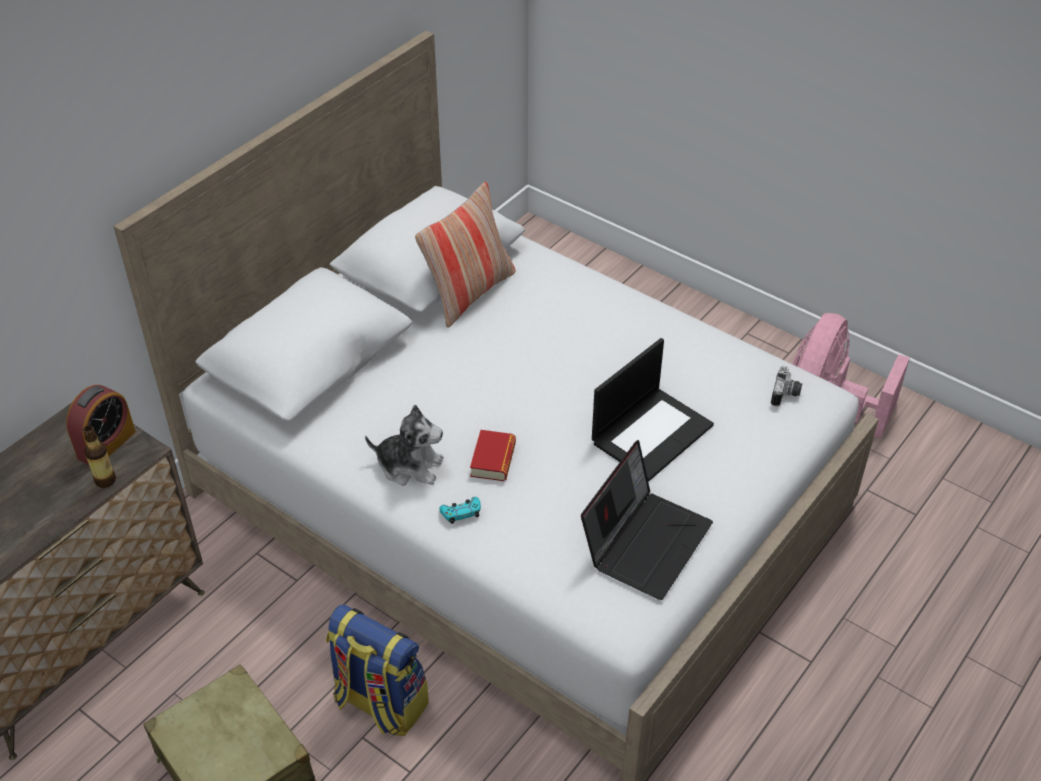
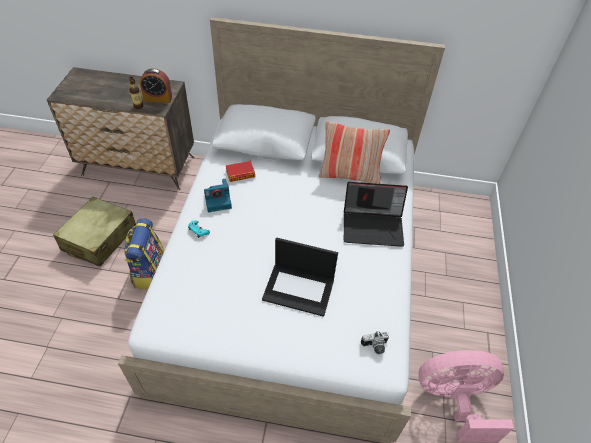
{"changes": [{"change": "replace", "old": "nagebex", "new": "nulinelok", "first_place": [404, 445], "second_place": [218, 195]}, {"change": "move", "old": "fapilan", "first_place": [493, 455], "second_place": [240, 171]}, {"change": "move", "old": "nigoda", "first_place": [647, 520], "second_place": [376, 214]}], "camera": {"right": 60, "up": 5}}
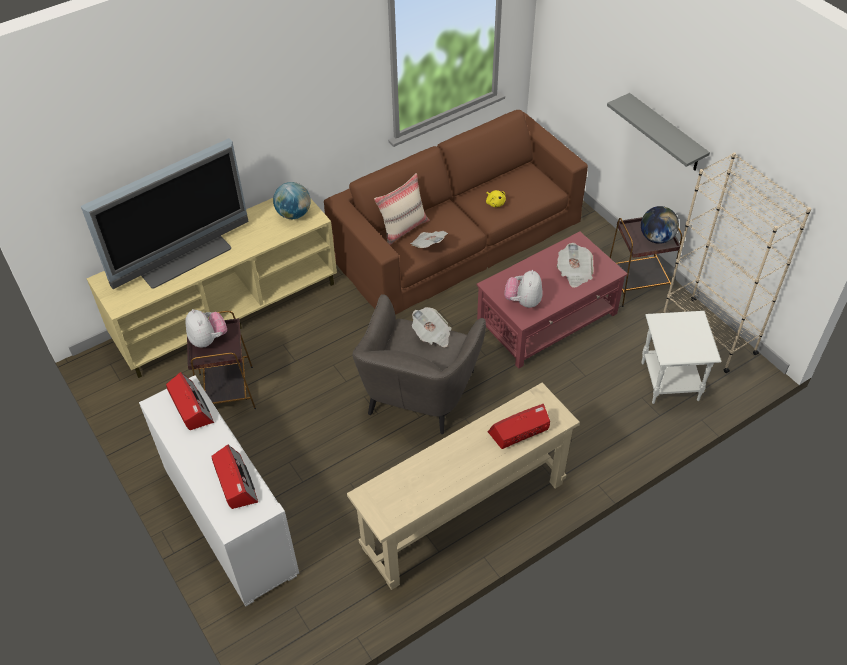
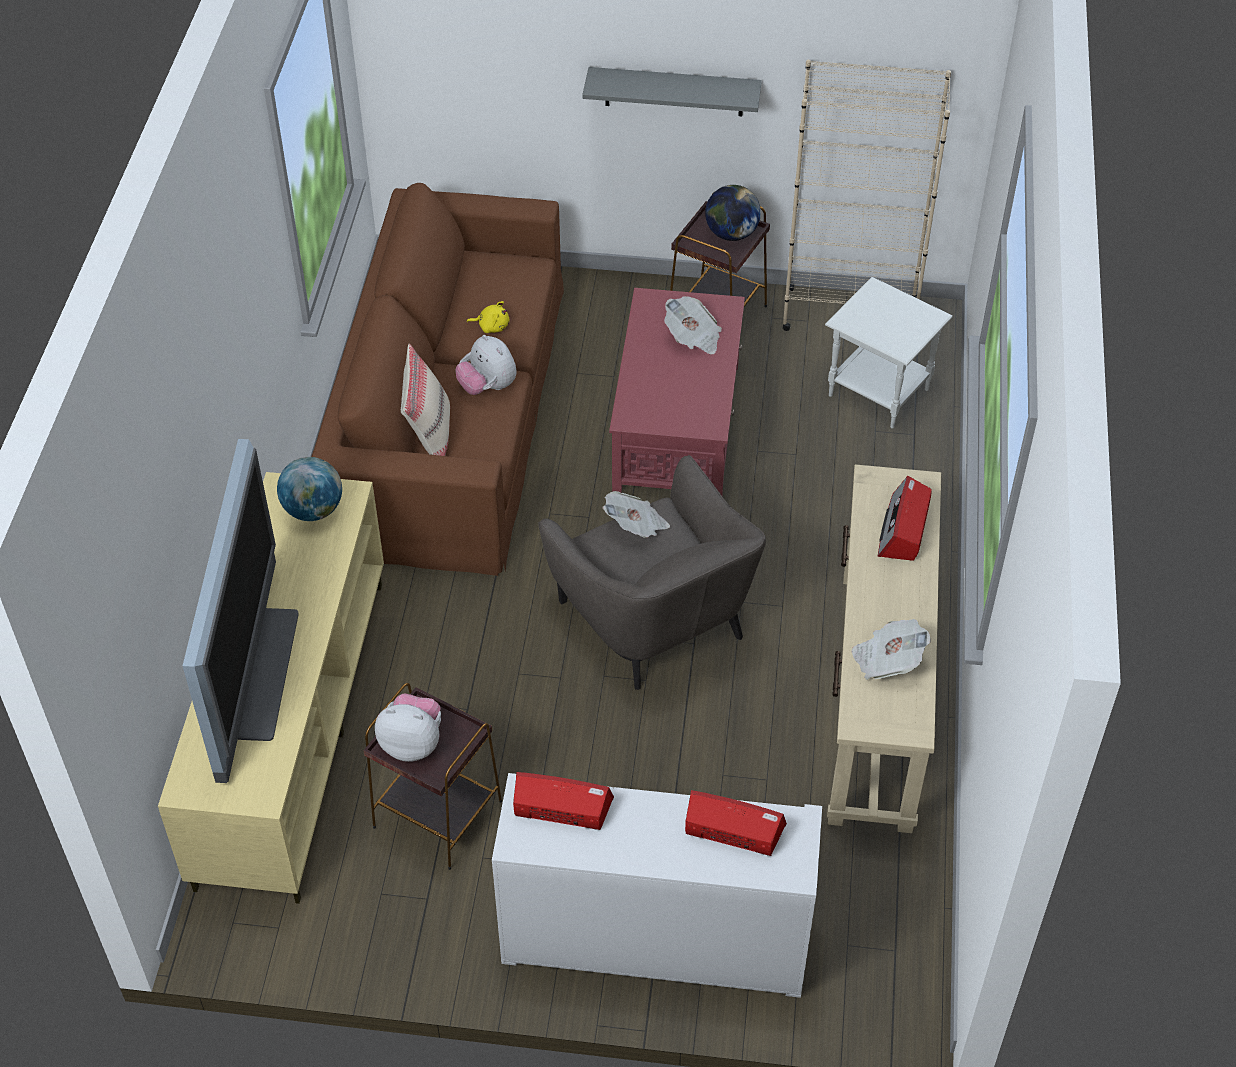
{"changes": [{"change": "move", "old": "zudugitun", "first_place": [429, 239], "second_place": [891, 649]}, {"change": "move", "old": "nagebex", "first_place": [523, 289], "second_place": [486, 365]}], "camera": {"right": -50, "up": 0}}
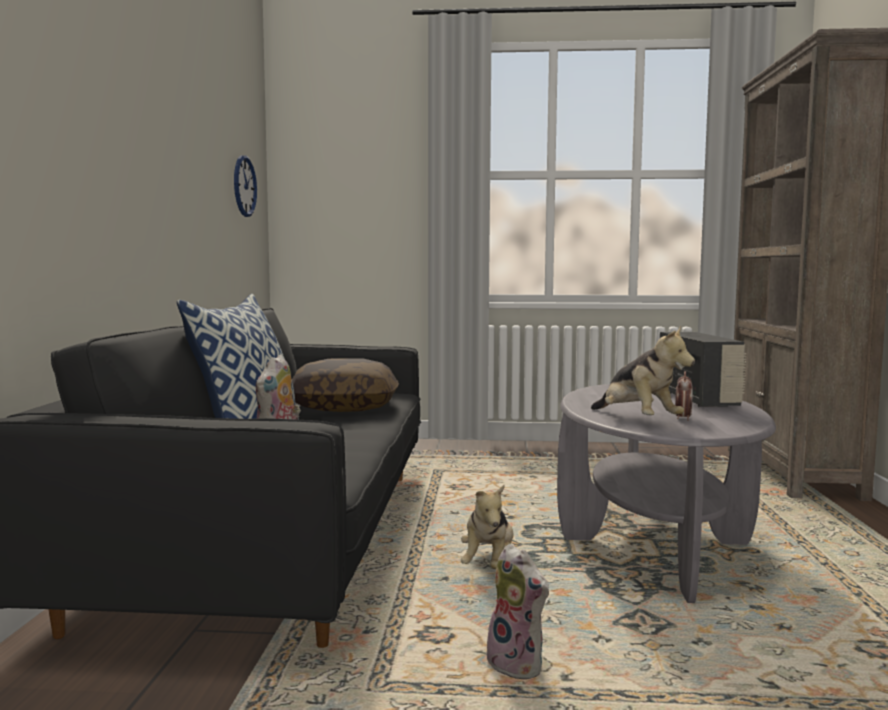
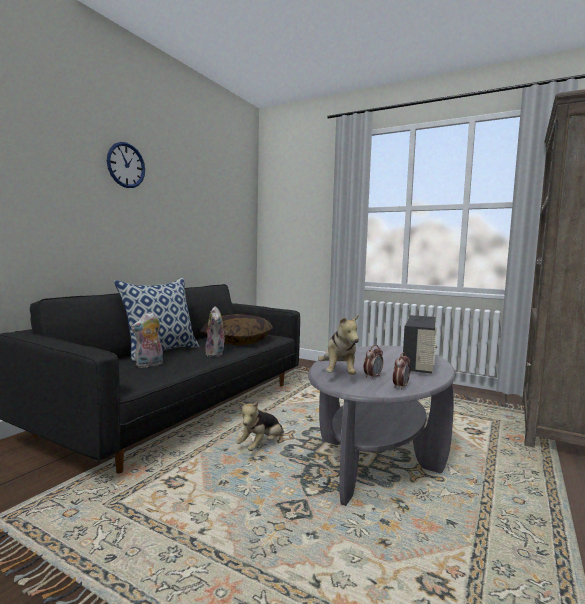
{"changes": [{"change": "move", "old": "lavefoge", "first_place": [245, 186], "second_place": [126, 165]}, {"change": "move", "old": "nagebex", "first_place": [515, 611], "second_place": [216, 331]}, {"change": "insert", "new": "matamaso", "second_place": [401, 371]}], "camera": {"right": 25, "up": 0}}
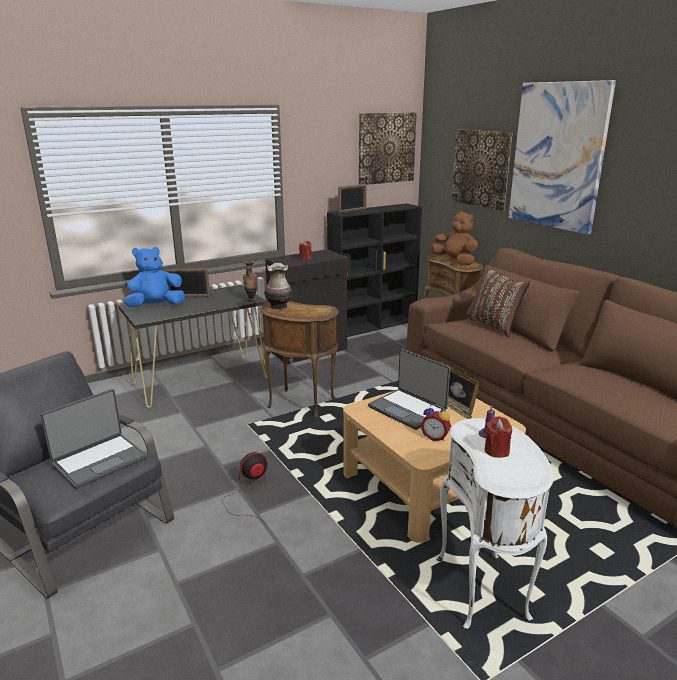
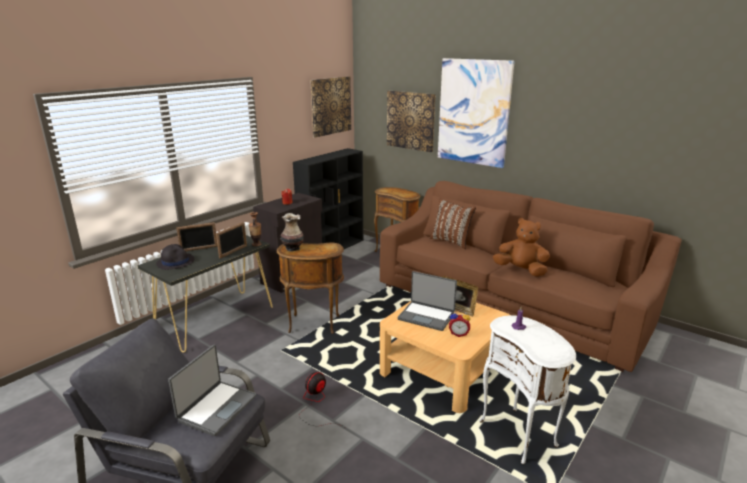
{"changes": [{"change": "move", "old": "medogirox", "first_place": [352, 198], "second_place": [231, 240]}, {"change": "move", "old": "brown_nagebex", "first_place": [454, 237], "second_place": [521, 247]}, {"change": "replace", "old": "blue_nagebex", "new": "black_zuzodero", "first_place": [154, 277], "second_place": [175, 257]}, {"change": "delete", "old": "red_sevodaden", "first_place": [498, 437]}], "camera": {"right": -20, "up": 0}}
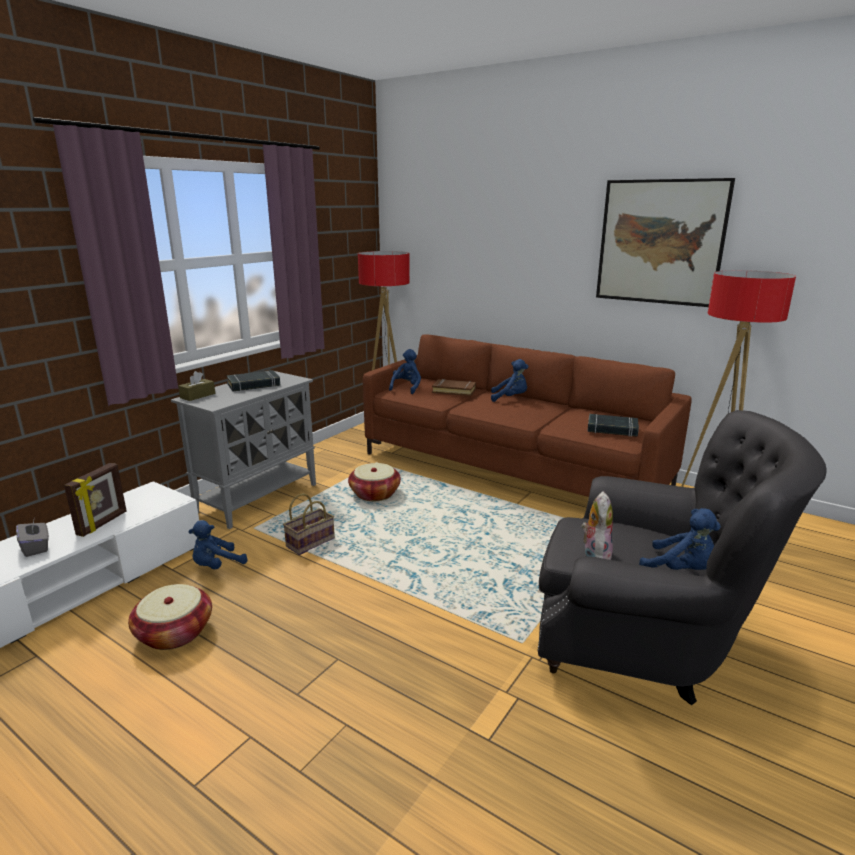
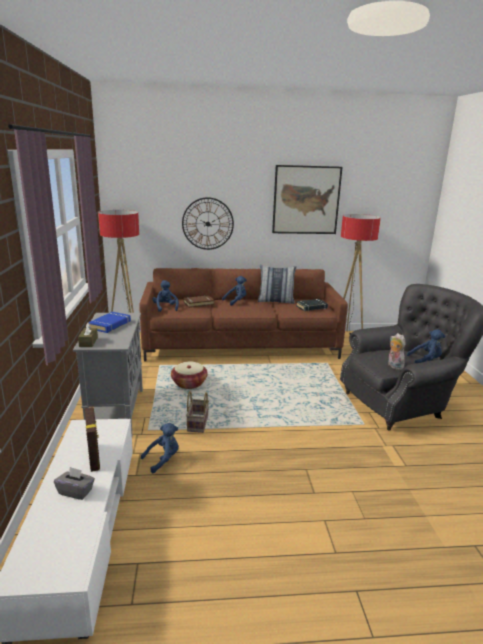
{"changes": [{"change": "recolor", "old": "black_fapilan", "new": "blue_fapilan", "first_place": [253, 380], "second_place": [109, 322]}, {"change": "rotate", "old": "blue_nagebex", "first_place": [218, 544], "second_place": [160, 448], "degrees": -135}, {"change": "delete", "old": "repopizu", "first_place": [170, 617]}, {"change": "insert", "new": "lavefoge", "second_place": [208, 223]}, {"change": "insert", "new": "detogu", "second_place": [277, 284]}], "camera": {"right": -40, "up": 0}}
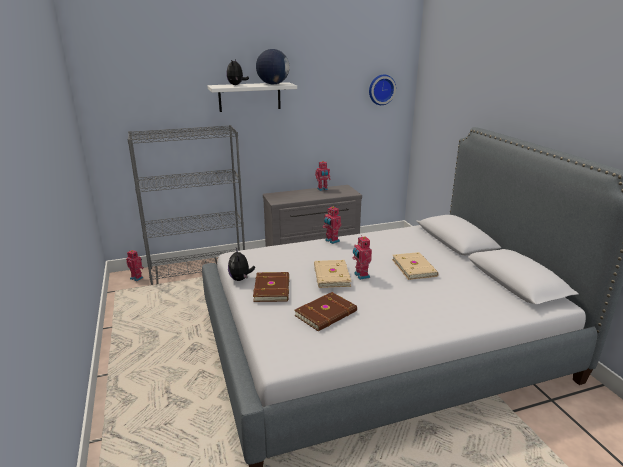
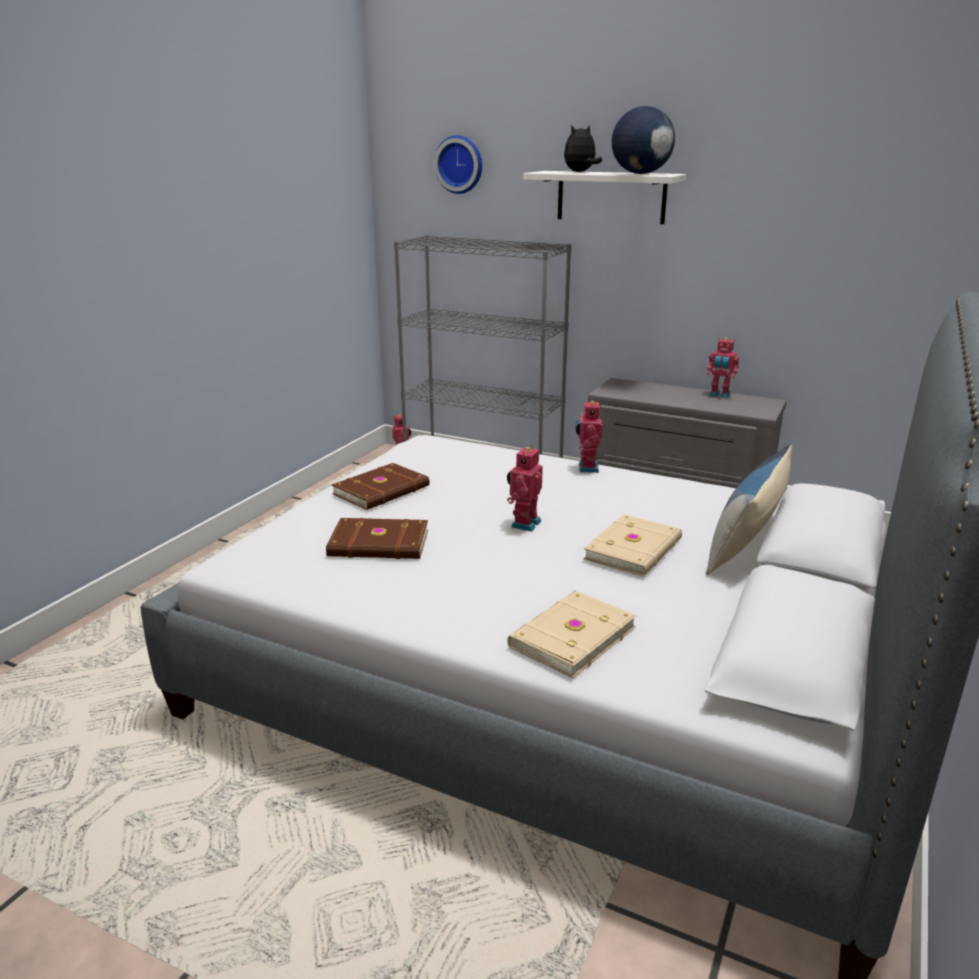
{"changes": [{"change": "move", "old": "lavefoge", "first_place": [382, 89], "second_place": [458, 164]}, {"change": "delete", "old": "nagebex", "first_place": [241, 264]}, {"change": "move", "old": "beige_fapilan", "first_place": [333, 274], "second_place": [572, 634]}, {"change": "insert", "new": "detogu", "second_place": [749, 509]}], "camera": {"right": 45, "up": 0}}
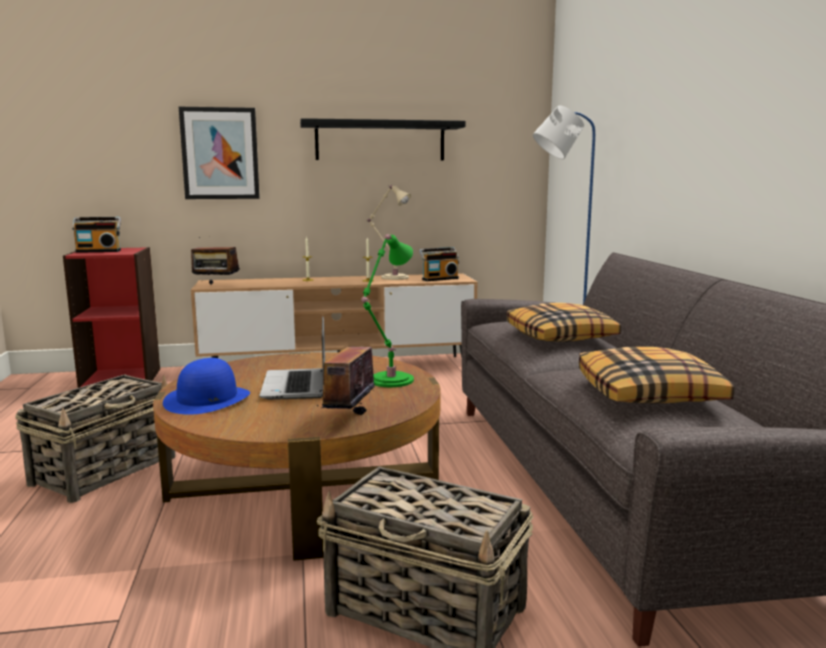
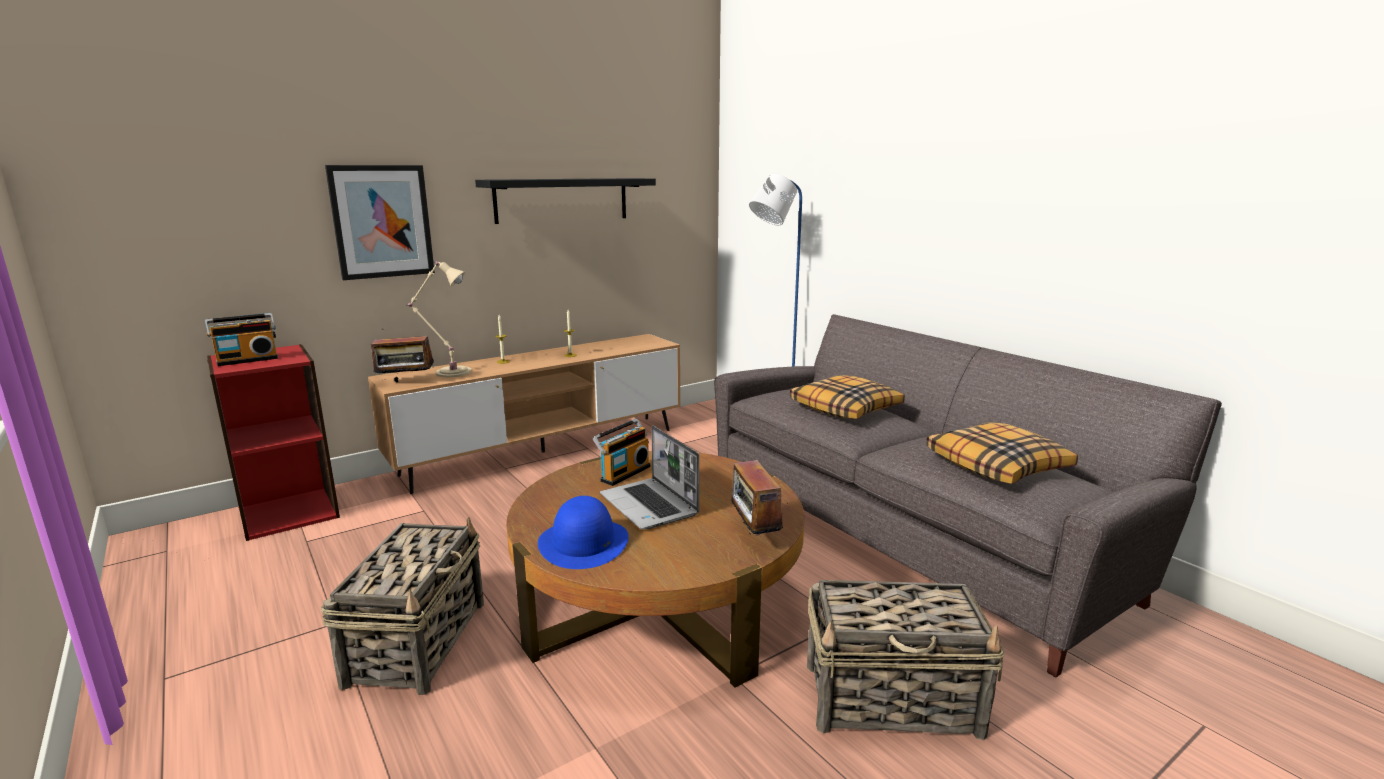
{"changes": [{"change": "move", "old": "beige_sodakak", "first_place": [389, 232], "second_place": [440, 319]}, {"change": "delete", "old": "green_sodakak", "first_place": [387, 310]}, {"change": "move", "old": "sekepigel", "first_place": [439, 264], "second_place": [621, 452]}], "camera": {"right": -25, "up": 5}}
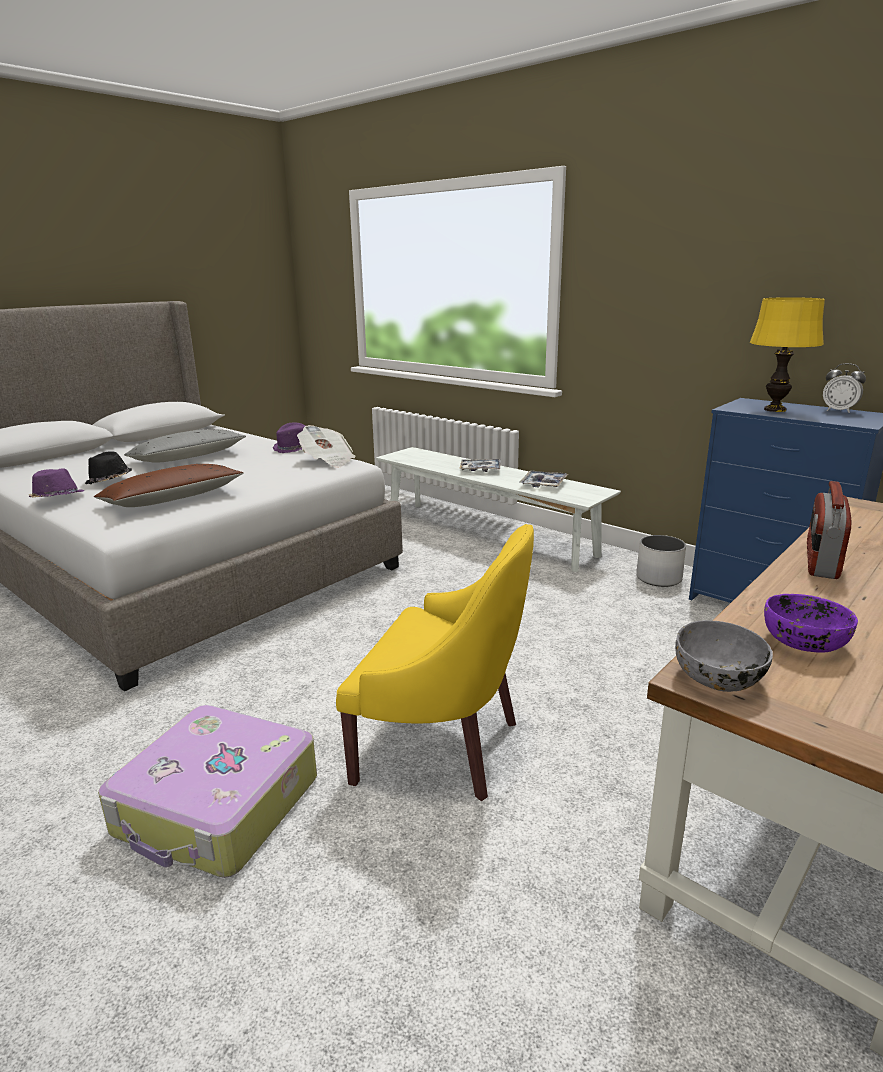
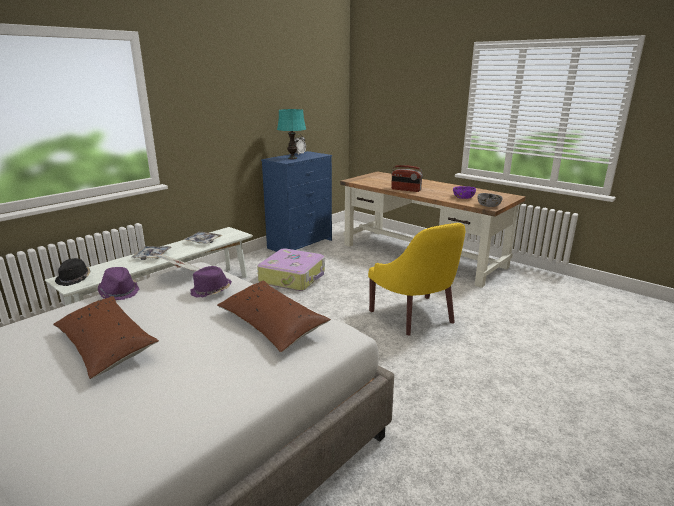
{"changes": [{"change": "recolor", "old": "yellow_sodakak", "new": "turquoise_sodakak", "first_place": [787, 354], "second_place": [291, 134]}, {"change": "recolor", "old": "grey_detogu", "new": "brown_detogu", "first_place": [185, 446], "second_place": [106, 337]}, {"change": "move", "old": "black_zuzodero", "first_place": [108, 467], "second_place": [73, 272]}, {"change": "move", "old": "purple_zuzodero", "first_place": [57, 483], "second_place": [211, 282]}, {"change": "rotate", "old": "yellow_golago", "first_place": [435, 662], "second_place": [416, 279], "degrees": 135}, {"change": "delete", "old": "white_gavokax", "first_place": [661, 561]}, {"change": "move", "old": "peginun", "first_place": [207, 791], "second_place": [291, 269]}], "camera": {"right": -90, "up": 0}}
